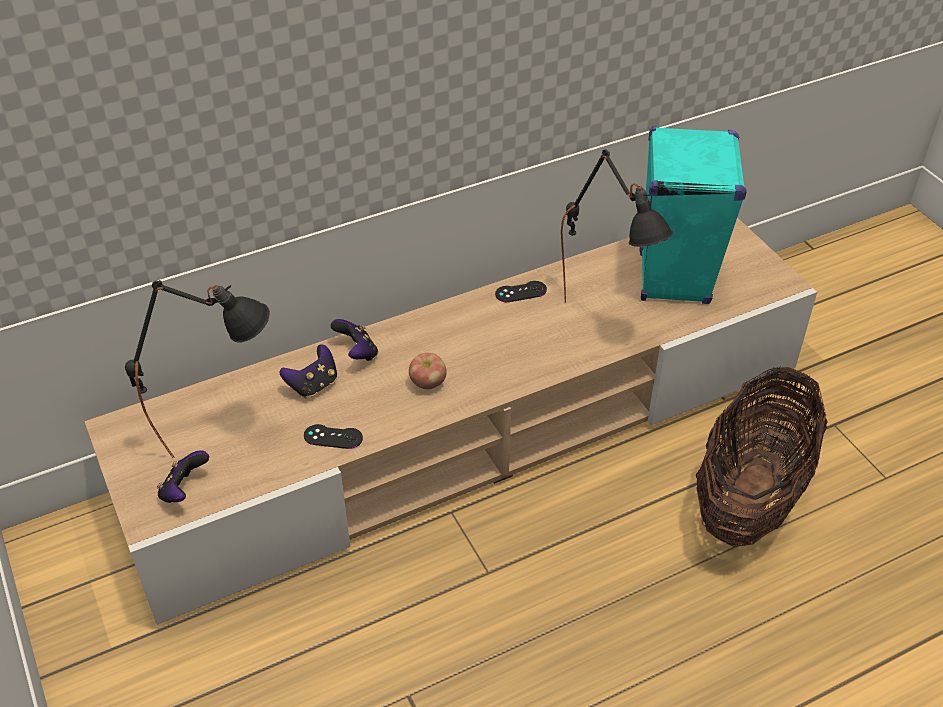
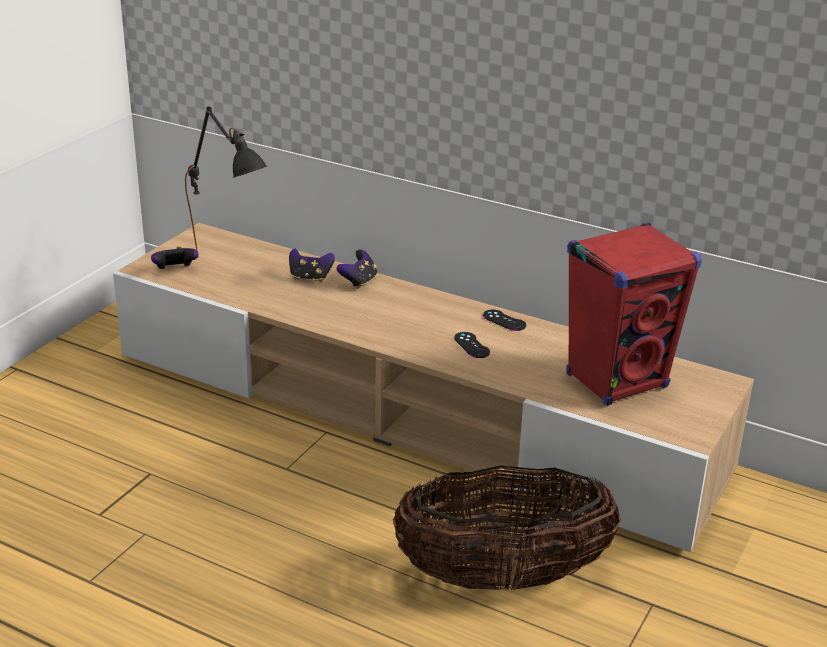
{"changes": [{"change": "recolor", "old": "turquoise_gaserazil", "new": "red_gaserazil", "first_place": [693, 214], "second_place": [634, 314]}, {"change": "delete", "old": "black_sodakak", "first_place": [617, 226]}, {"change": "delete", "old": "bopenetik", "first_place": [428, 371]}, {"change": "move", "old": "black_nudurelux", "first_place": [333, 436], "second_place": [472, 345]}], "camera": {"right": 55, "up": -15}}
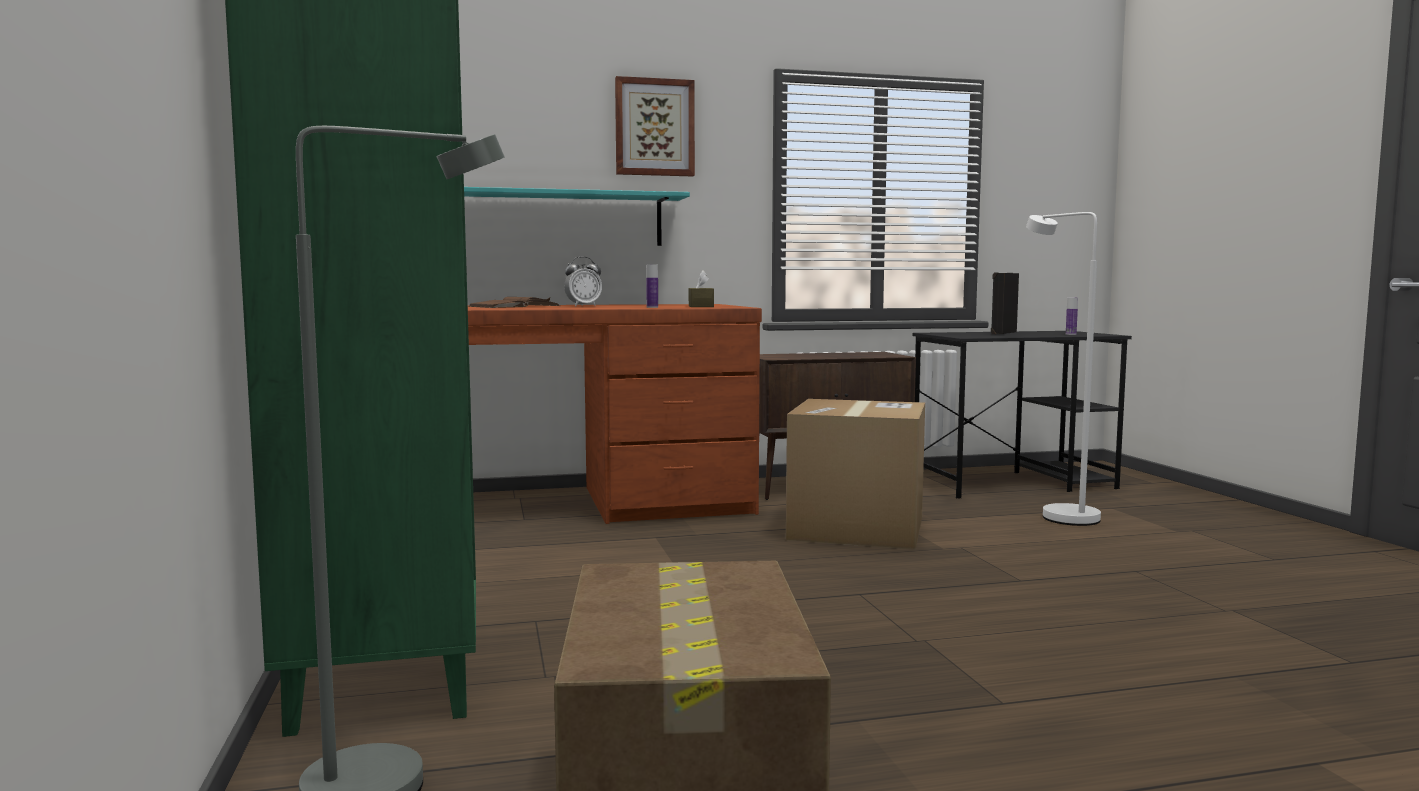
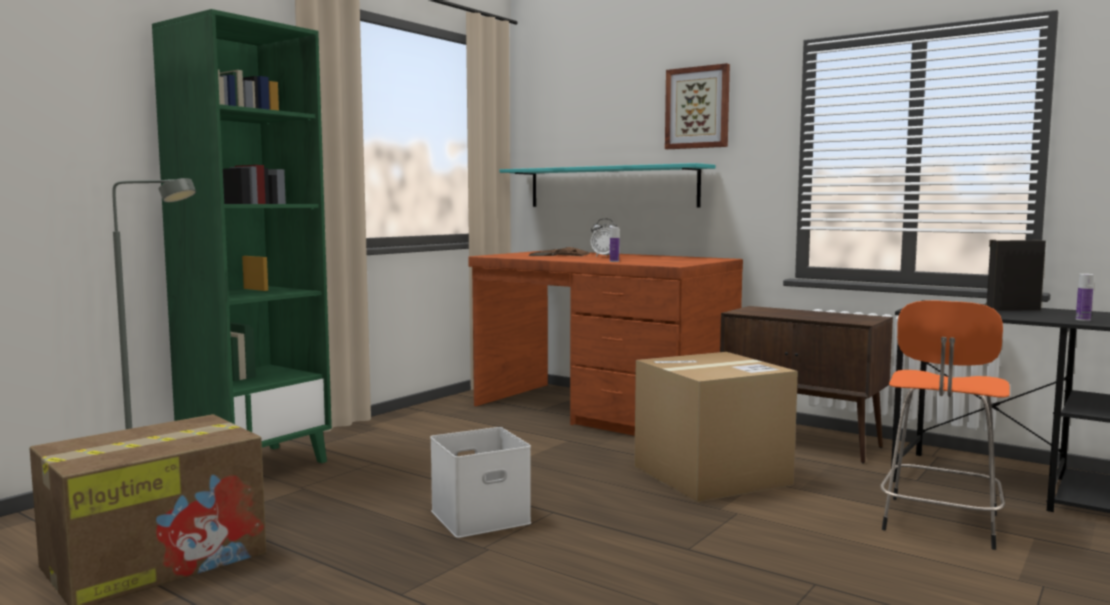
{"changes": [{"change": "replace", "old": "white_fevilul", "new": "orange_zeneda", "first_place": [1063, 369], "second_place": [945, 425]}, {"change": "delete", "old": "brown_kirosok", "first_place": [701, 288]}, {"change": "insert", "new": "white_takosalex", "second_place": [480, 482]}], "camera": {"right": 50, "up": 0}}
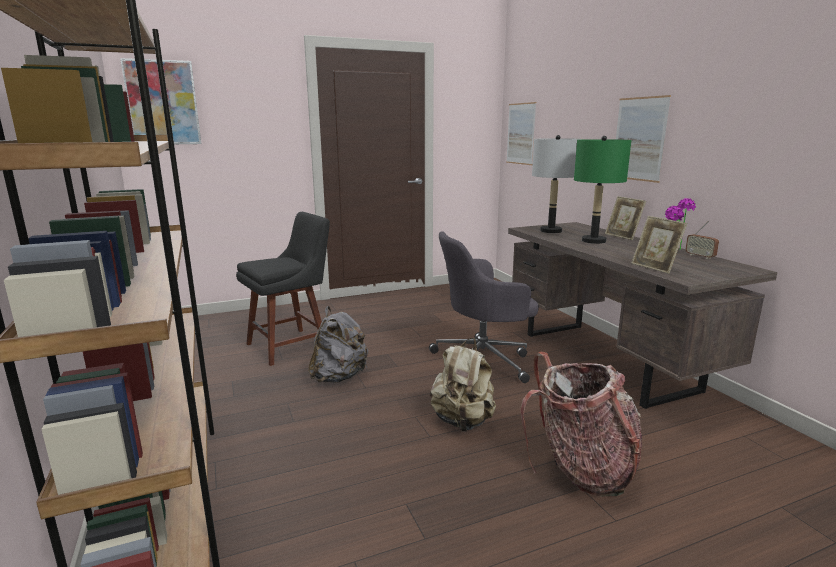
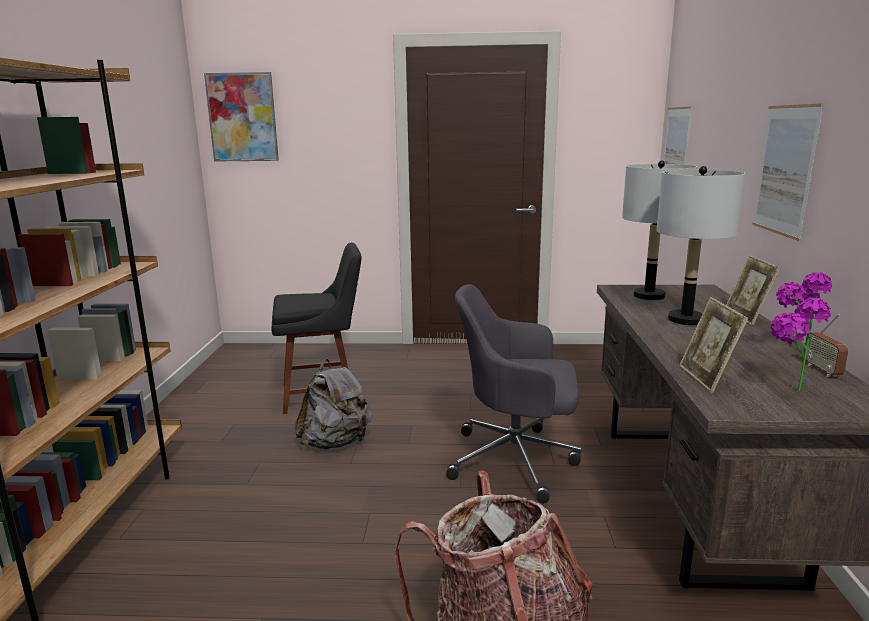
{"changes": [{"change": "recolor", "old": "green_sodakak", "new": "grey_sodakak", "first_place": [602, 190], "second_place": [701, 245]}, {"change": "delete", "old": "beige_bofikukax", "first_place": [463, 385]}, {"change": "insert", "new": "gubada", "second_place": [800, 344]}], "camera": {"right": 25, "up": 0}}
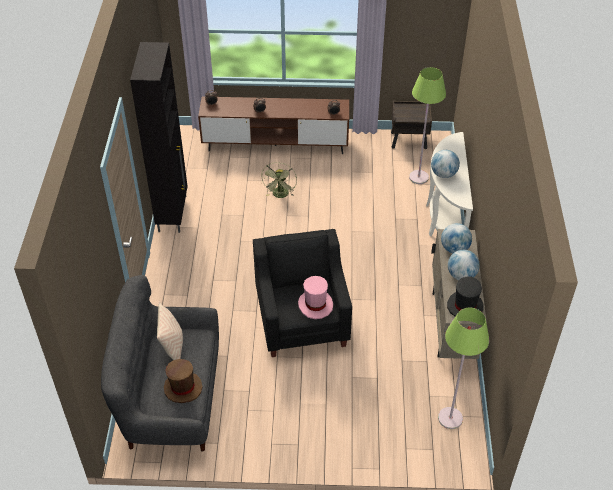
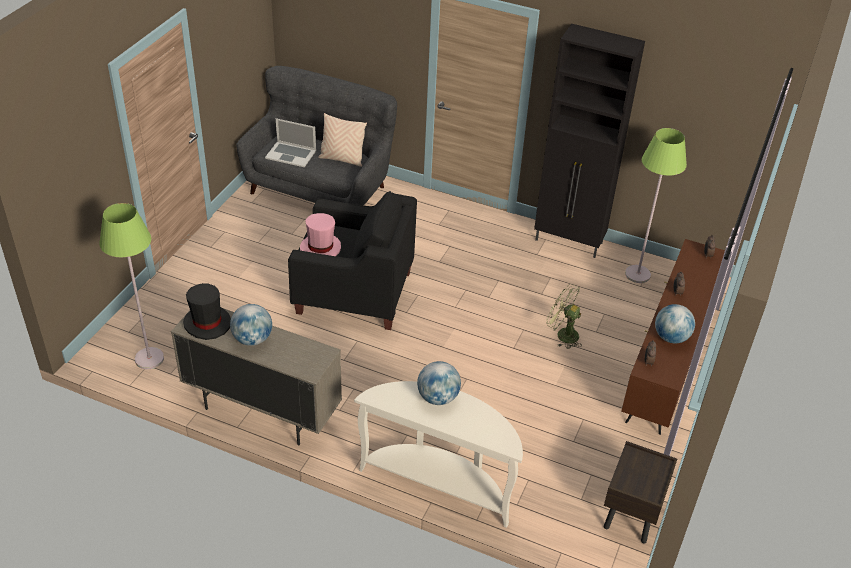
{"changes": [{"change": "move", "old": "green_fevilul", "first_place": [427, 125], "second_place": [656, 205]}, {"change": "move", "old": "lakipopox", "first_place": [456, 238], "second_place": [675, 323]}, {"change": "replace", "old": "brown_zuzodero", "new": "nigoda", "first_place": [183, 381], "second_place": [290, 142]}], "camera": {"right": 110, "up": -5}}
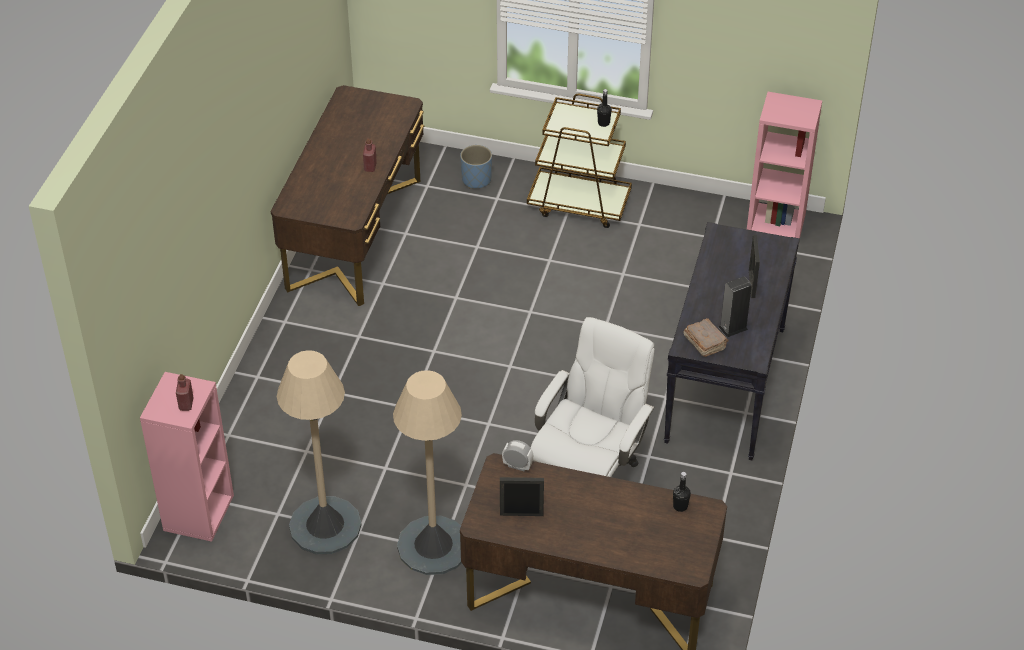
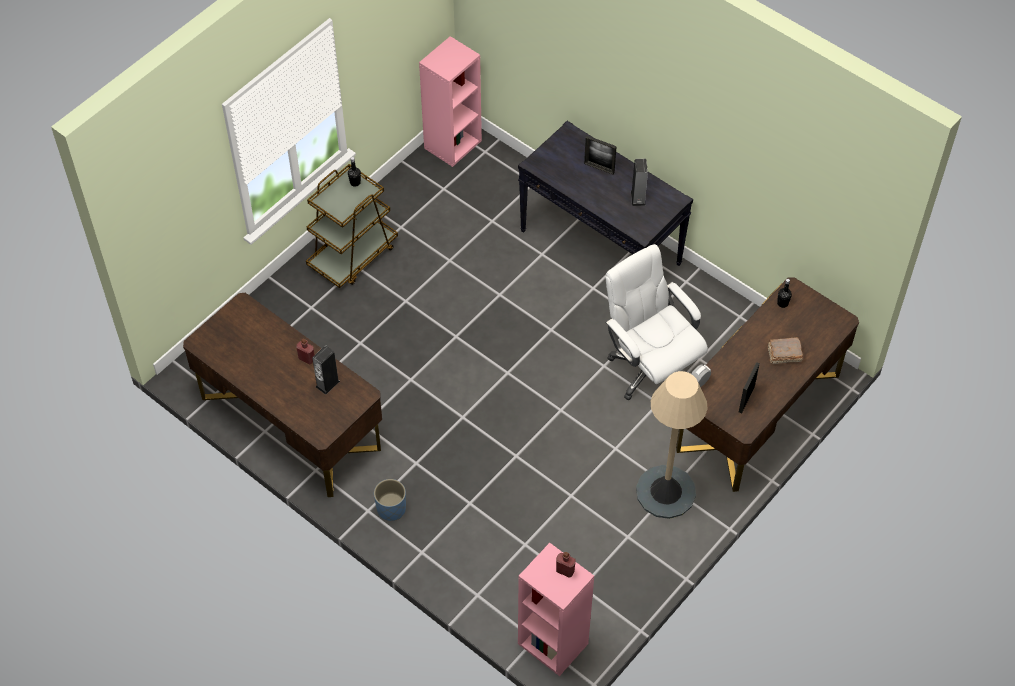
{"changes": [{"change": "move", "old": "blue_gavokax", "first_place": [476, 167], "second_place": [390, 500]}, {"change": "move", "old": "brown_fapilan", "first_place": [706, 337], "second_place": [785, 350]}, {"change": "delete", "old": "beige_fevilul", "first_place": [319, 452]}, {"change": "insert", "new": "gaserazil", "second_place": [326, 370]}], "camera": {"right": -65, "up": 10}}
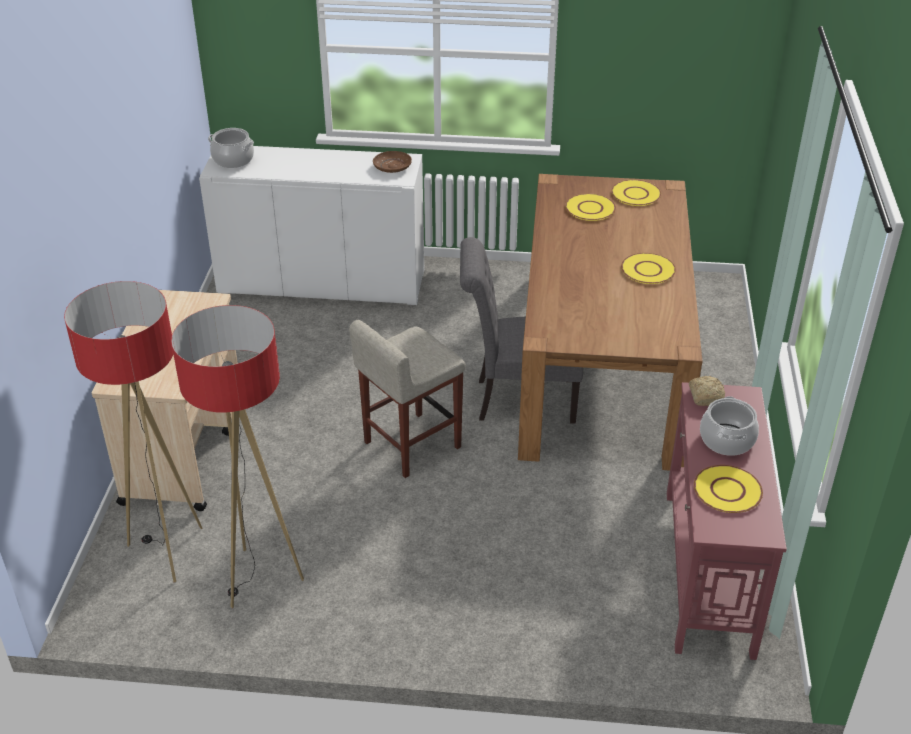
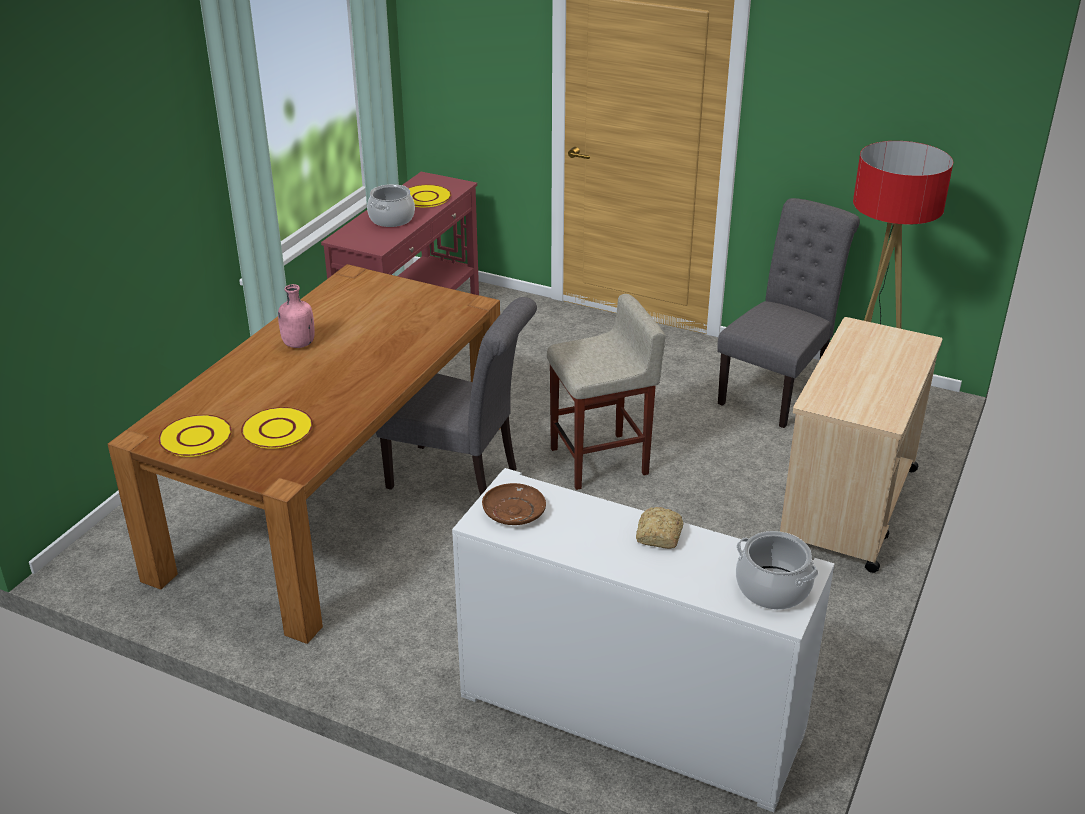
{"changes": [{"change": "replace", "old": "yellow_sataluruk", "new": "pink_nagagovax", "first_place": [648, 268], "second_place": [296, 316]}, {"change": "replace", "old": "fevilul", "new": "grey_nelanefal", "first_place": [237, 456], "second_place": [788, 313]}, {"change": "move", "old": "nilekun", "first_place": [707, 391], "second_place": [660, 528]}], "camera": {"right": -160, "up": -5}}
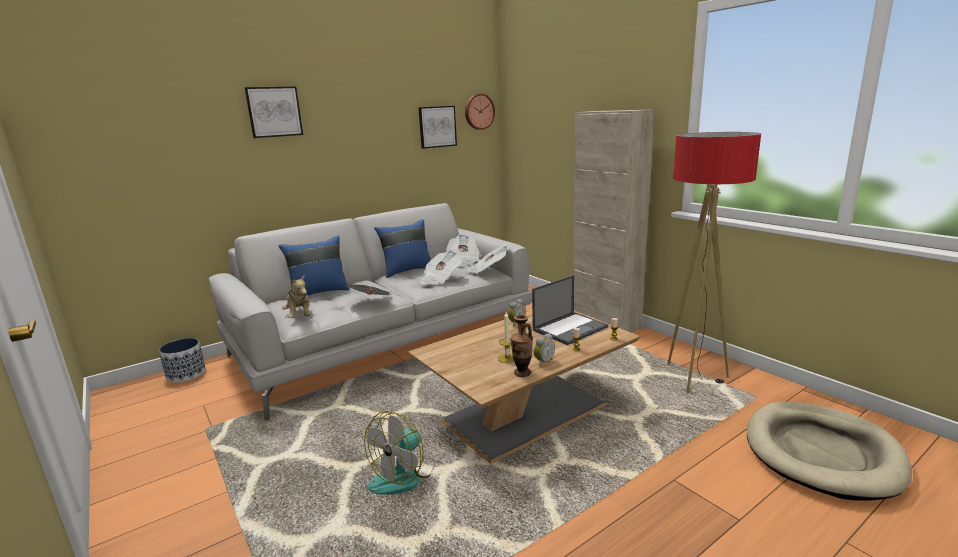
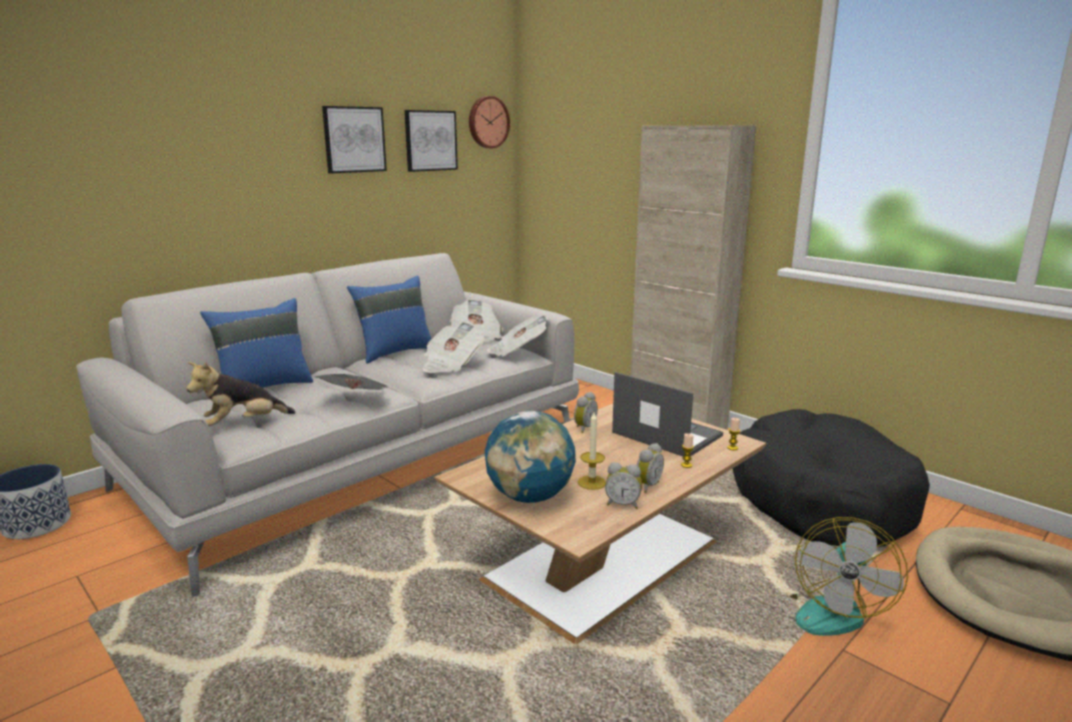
{"changes": [{"change": "move", "old": "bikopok", "first_place": [274, 112], "second_place": [354, 139]}, {"change": "replace", "old": "fevilul", "new": "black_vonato", "first_place": [714, 263], "second_place": [831, 478]}, {"change": "rotate", "old": "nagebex", "first_place": [296, 296], "second_place": [241, 394], "degrees": 90}, {"change": "rotate", "old": "nigoda", "first_place": [570, 310], "second_place": [667, 414], "degrees": -90}, {"change": "replace", "old": "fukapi", "new": "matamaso", "first_place": [521, 345], "second_place": [623, 485]}, {"change": "move", "old": "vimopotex", "first_place": [399, 453], "second_place": [849, 576]}, {"change": "insert", "new": "lakipopox", "second_place": [530, 456]}], "camera": {"right": -10, "up": 0}}
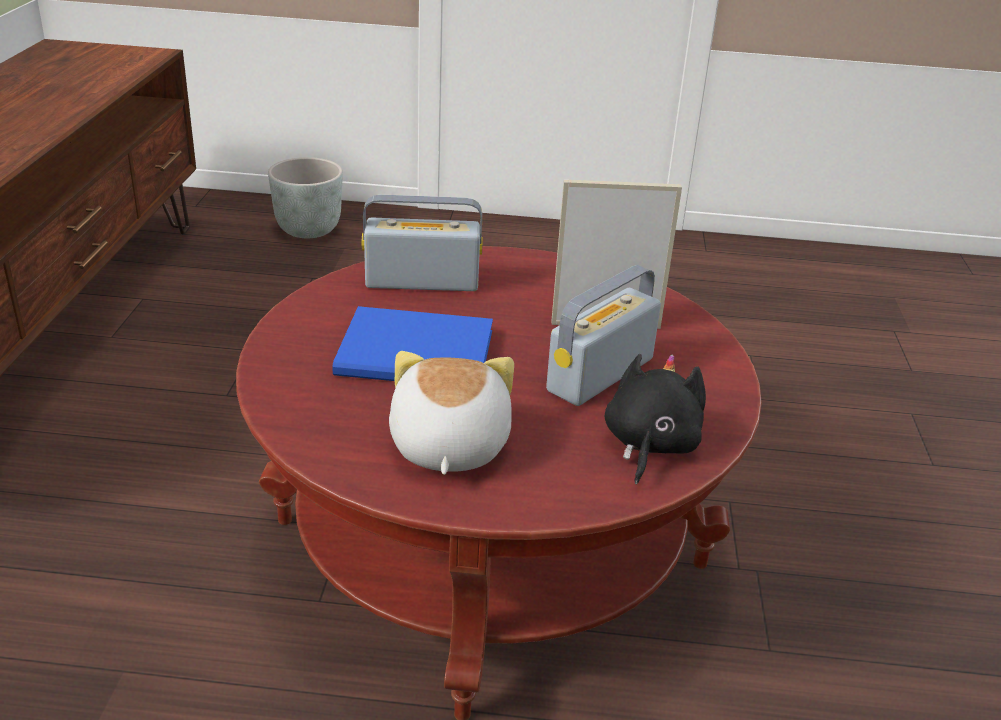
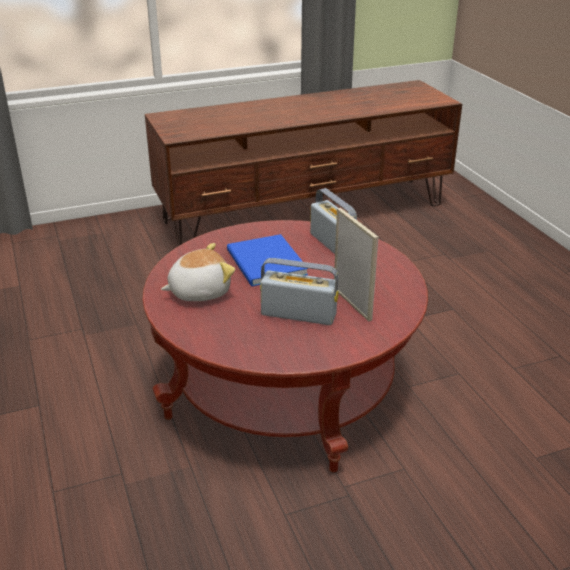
{"changes": [{"change": "delete", "old": "grey_gavokax", "first_place": [305, 197]}, {"change": "delete", "old": "black_nagebex", "first_place": [655, 419]}], "camera": {"right": 65, "up": 0}}
